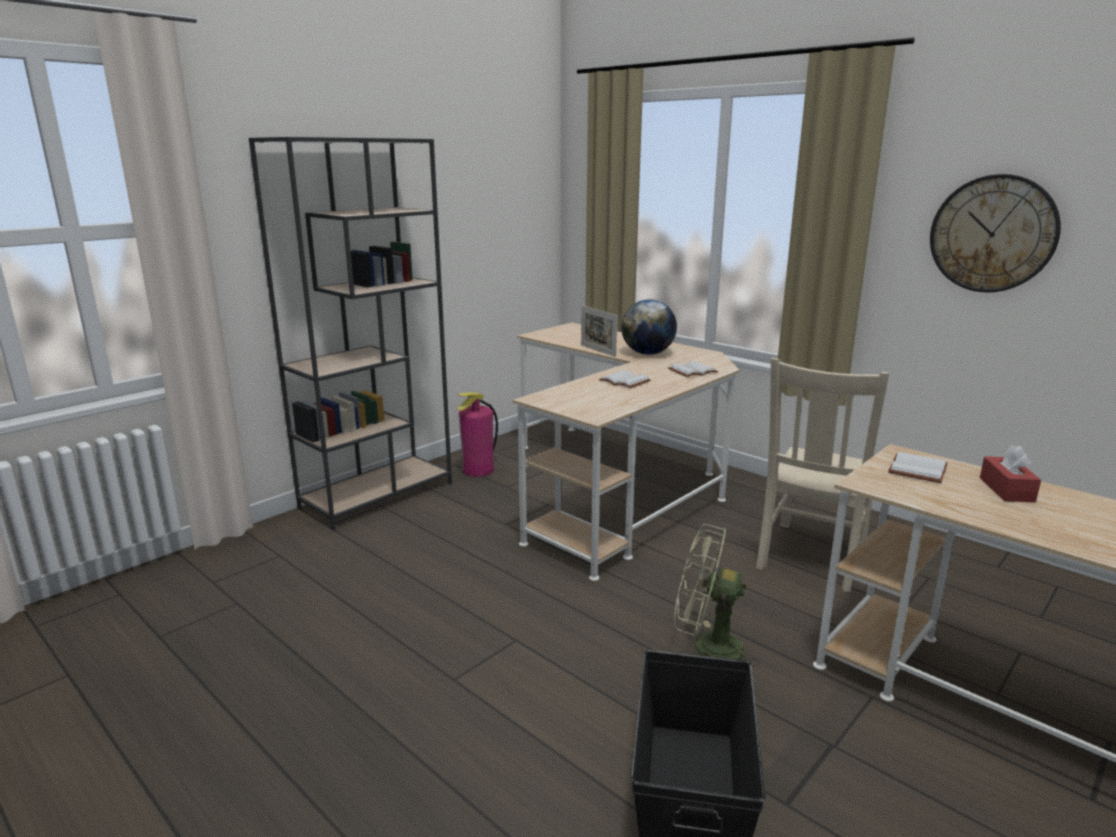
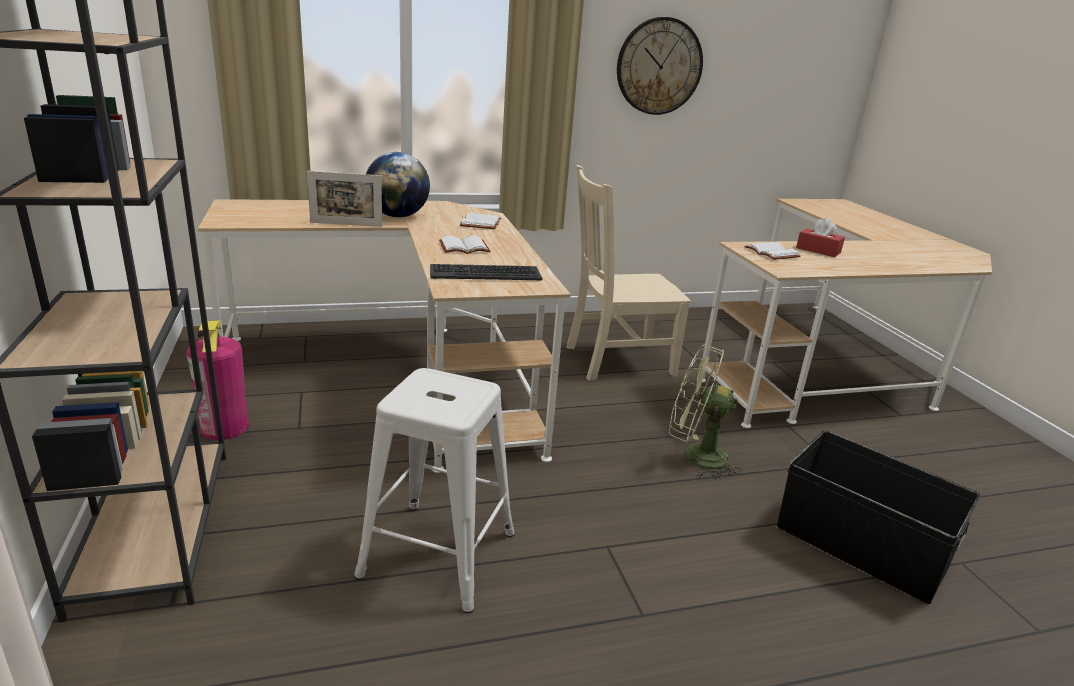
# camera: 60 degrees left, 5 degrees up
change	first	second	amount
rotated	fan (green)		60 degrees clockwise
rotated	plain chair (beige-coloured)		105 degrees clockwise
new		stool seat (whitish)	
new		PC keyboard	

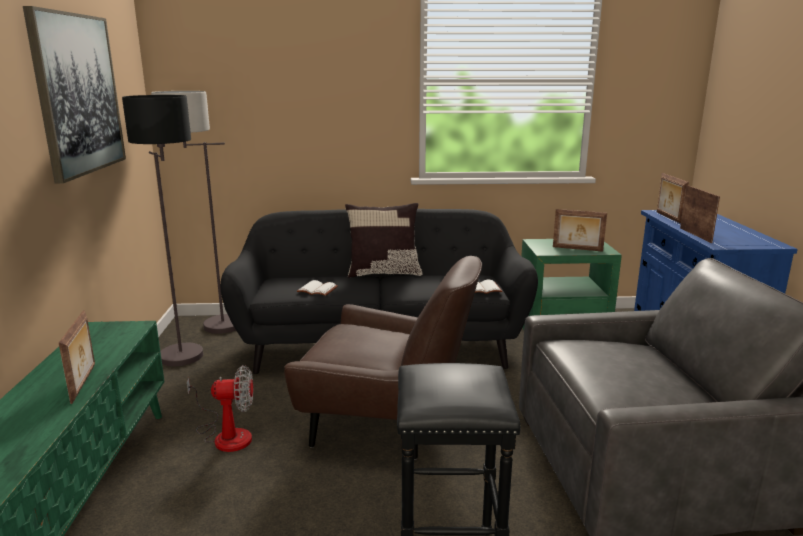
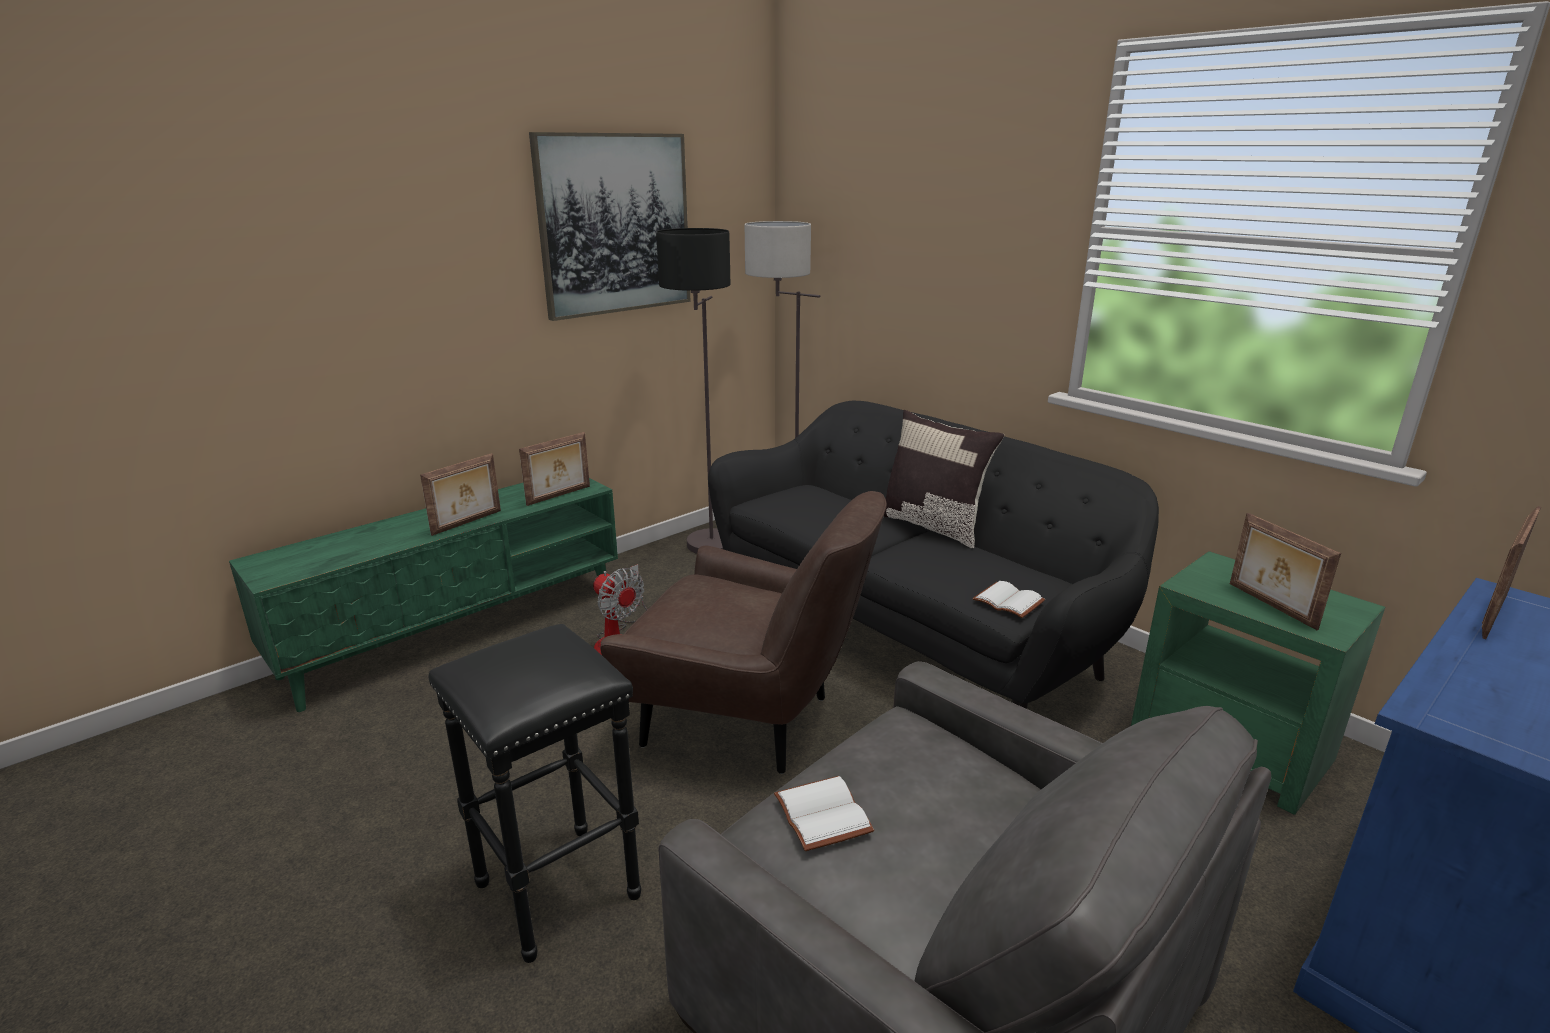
# camera: 50 degrees right, 5 degrees up
change	first	second	amount
rotated	easy chair (brown-coloured)		45 degrees counterclockwise
shifted	volume (whitish) (no. 1 from left)		
shifted	standing frame (no. 4 from left in the first image)	standing frame (no. 2 from left)	

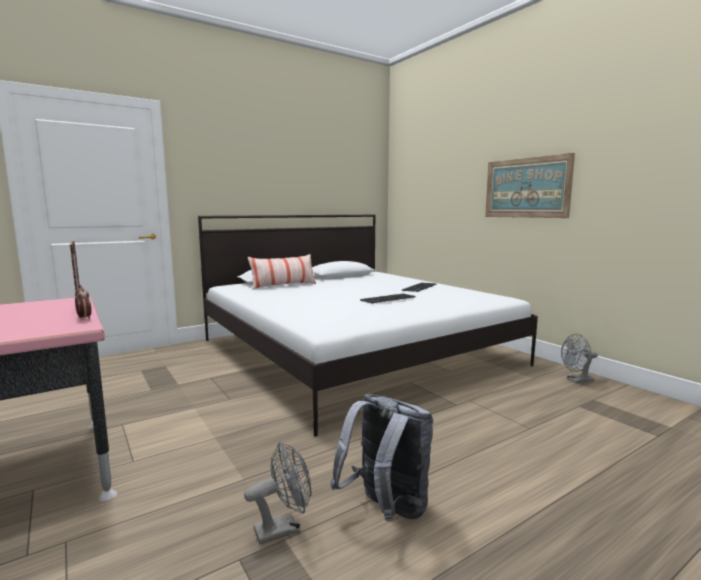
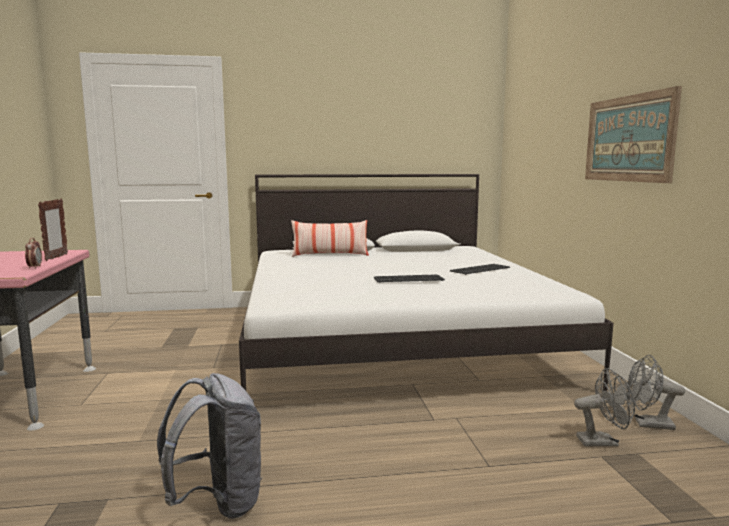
# camera: 25 degrees right, 0 degrees up
change	first	second	amount
shifted	fan (gray) (no. 1 from left)		

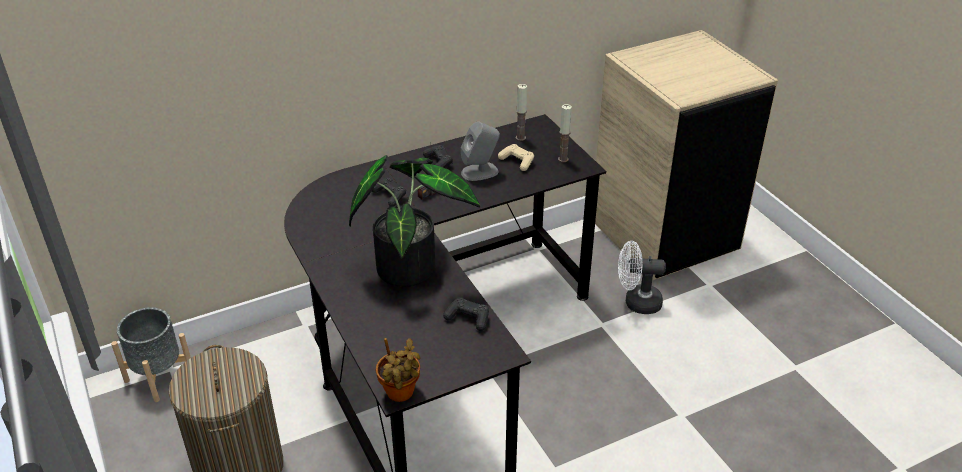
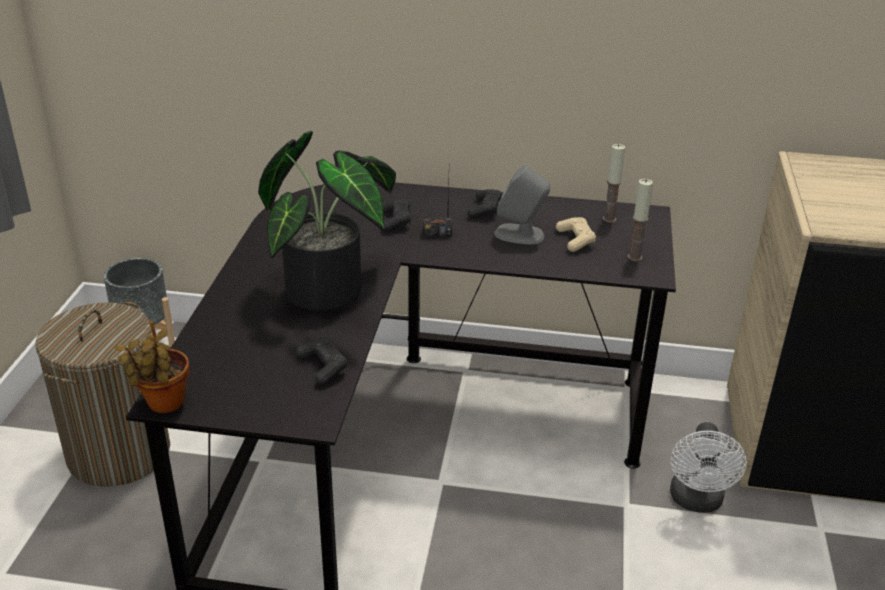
# camera: 35 degrees right, 5 degrees down
change	first	second	amount
rotated	fan (whitish)		120 degrees counterclockwise

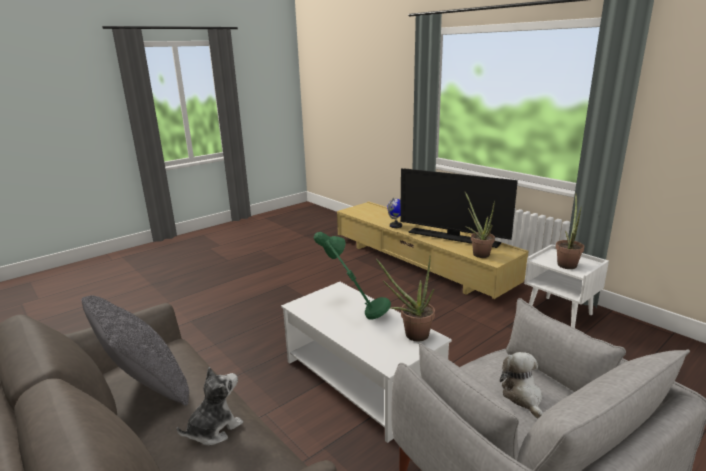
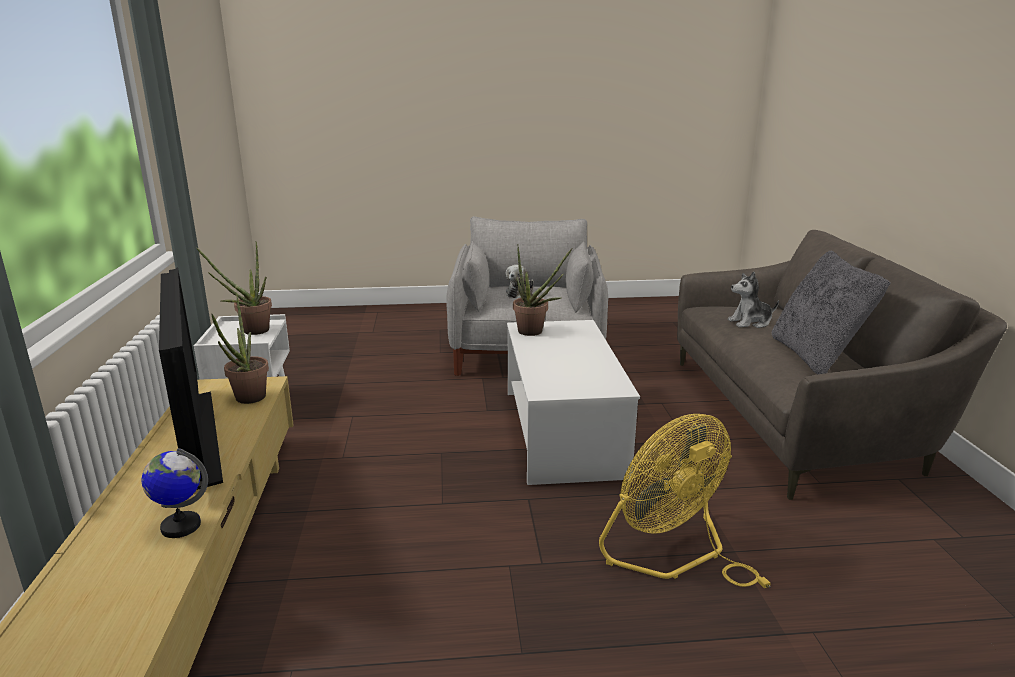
# camera: 145 degrees left, 0 degrees up
change	first	second	amount
gone	table lamp (green)		
new		fan (yellow)	

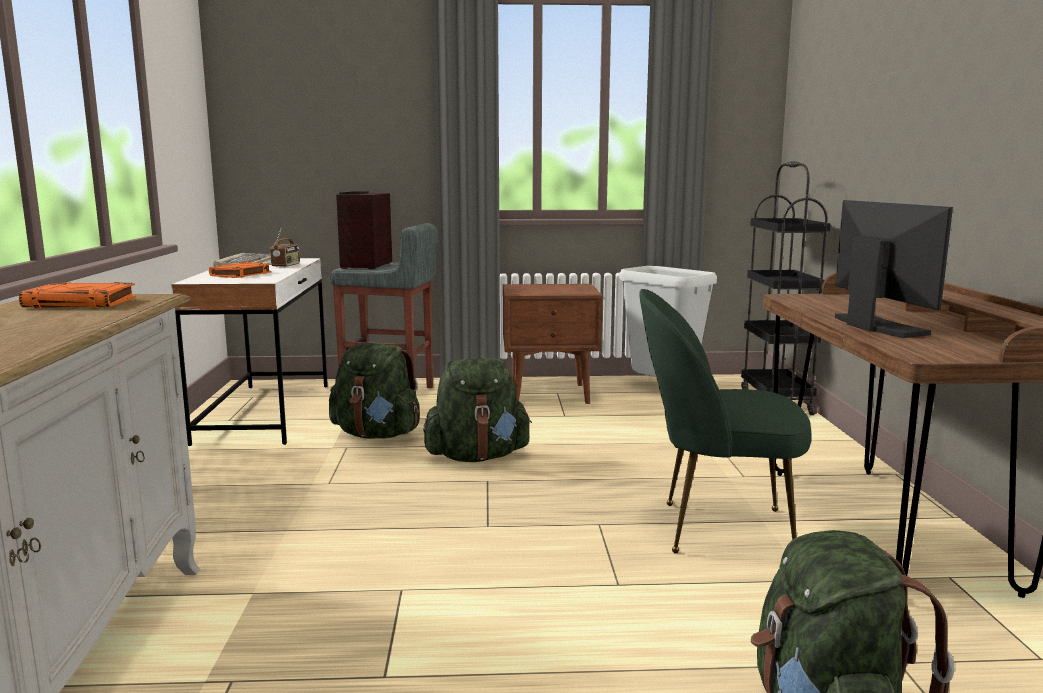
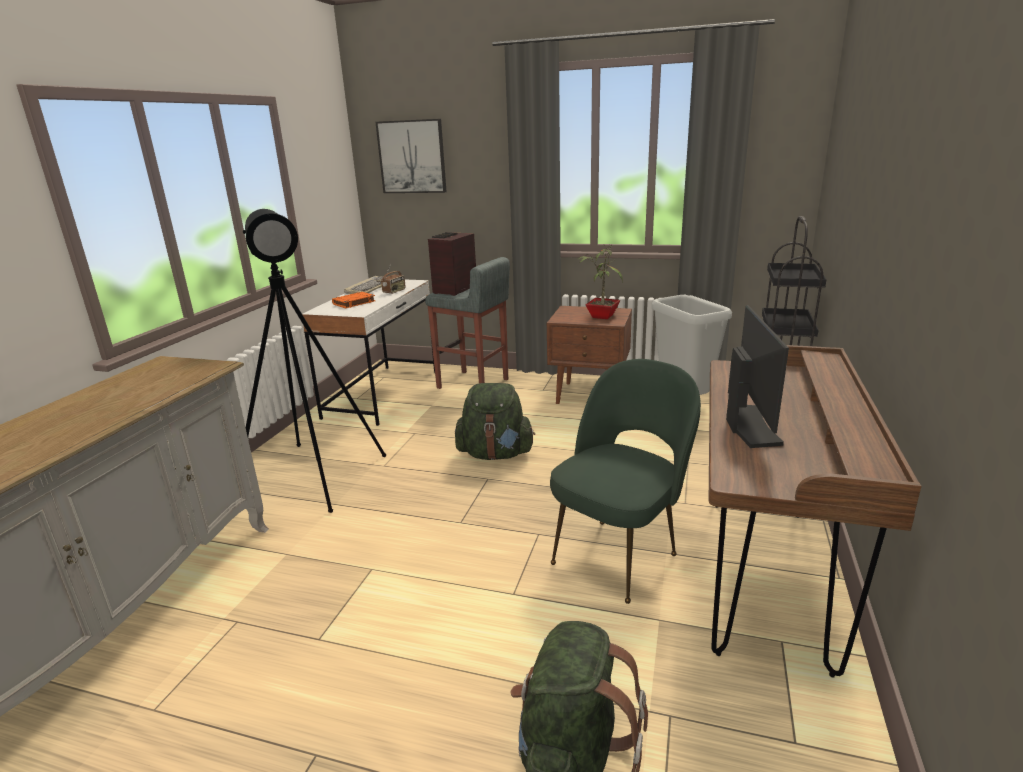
# camera: 20 degrees right, 10 degrees up
change	first	second	amount
gone	volume (orangey) (no. 1 from left)		
gone	rucksack (green) (no. 1 from left)		
rotated	plain chair (green)		105 degrees clockwise
new		standard lamp (black)	
new		picture	
new		houseplant	

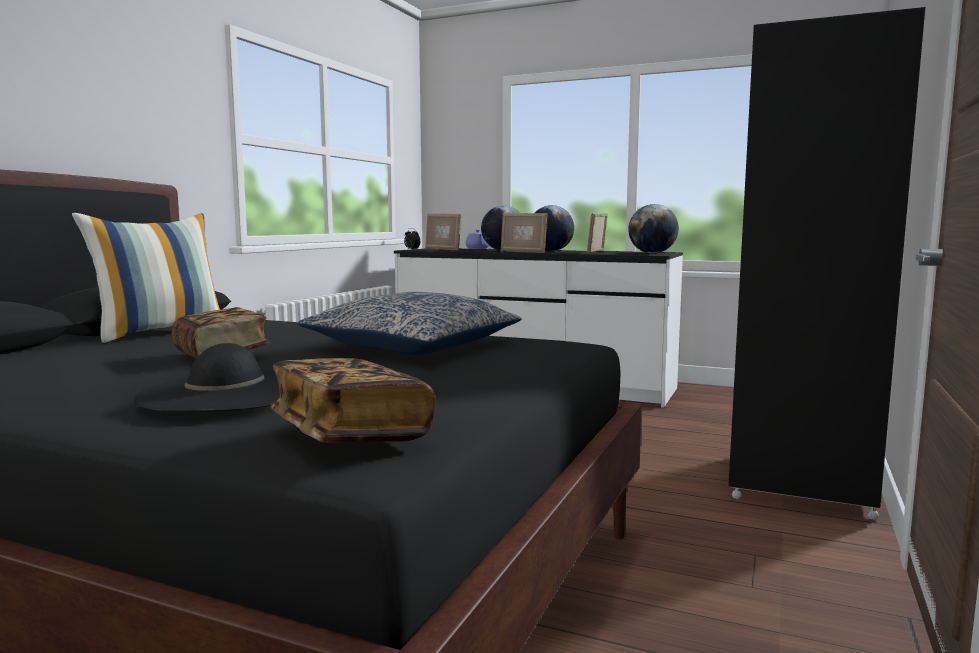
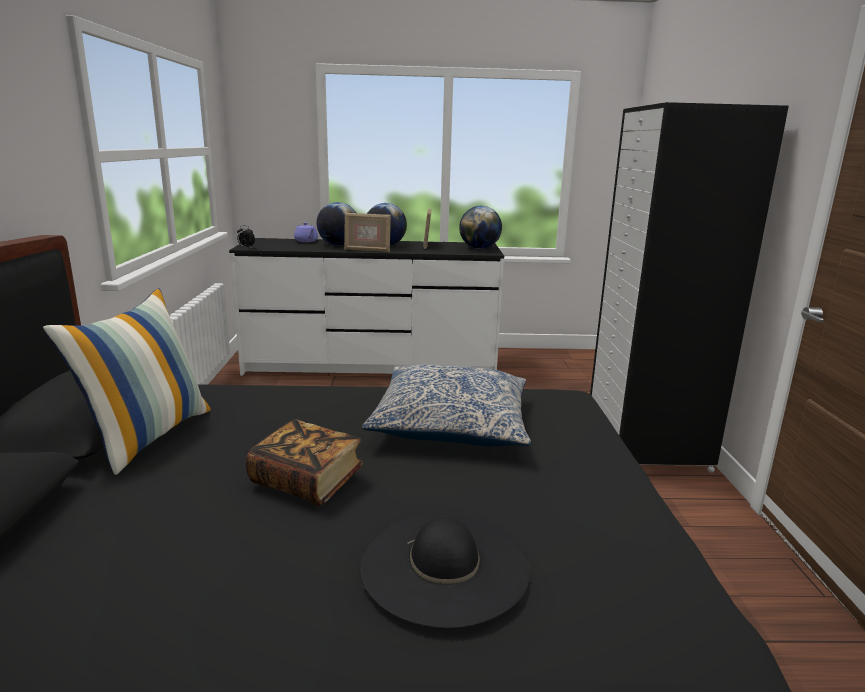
# camera: 25 degrees left, 10 degrees up
change	first	second	amount
gone	volume (no. 2 from left)		
gone	standing frame (no. 1 from left)		

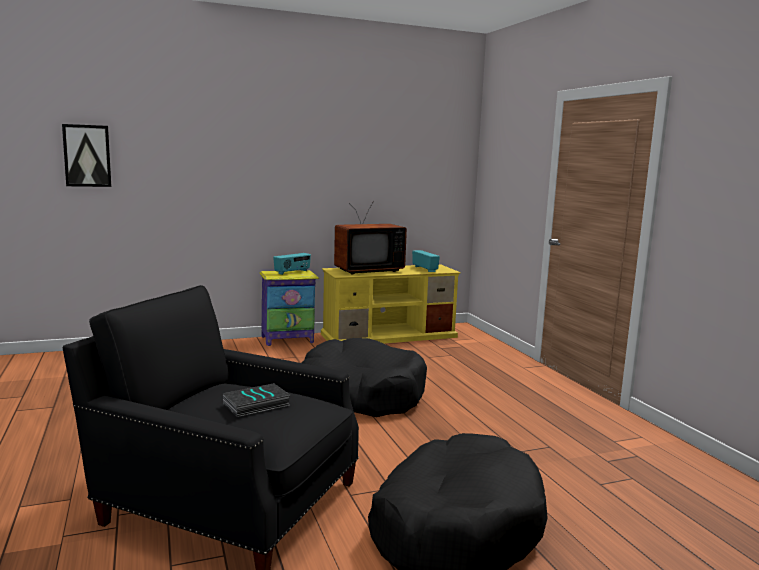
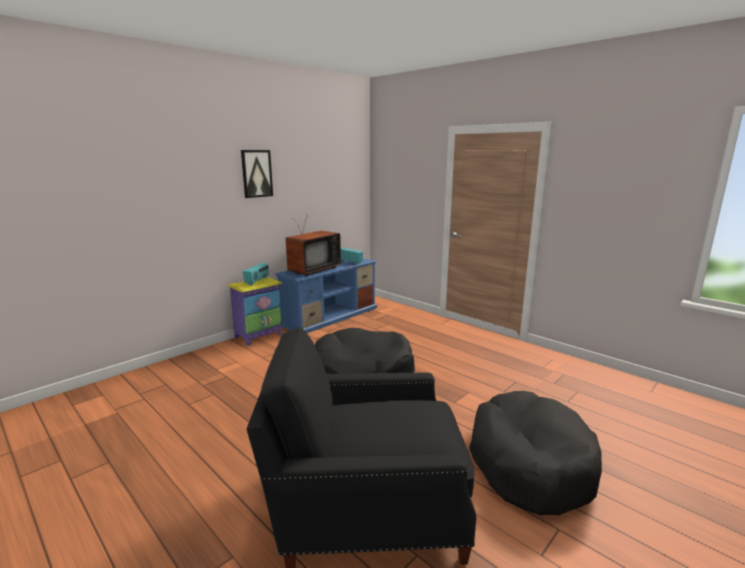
# camera: 25 degrees left, 5 degrees up
change	first	second	amount
shifted	picture		
gone	volume		
repainted	tv stand (yellow)	tv stand (bluish)	

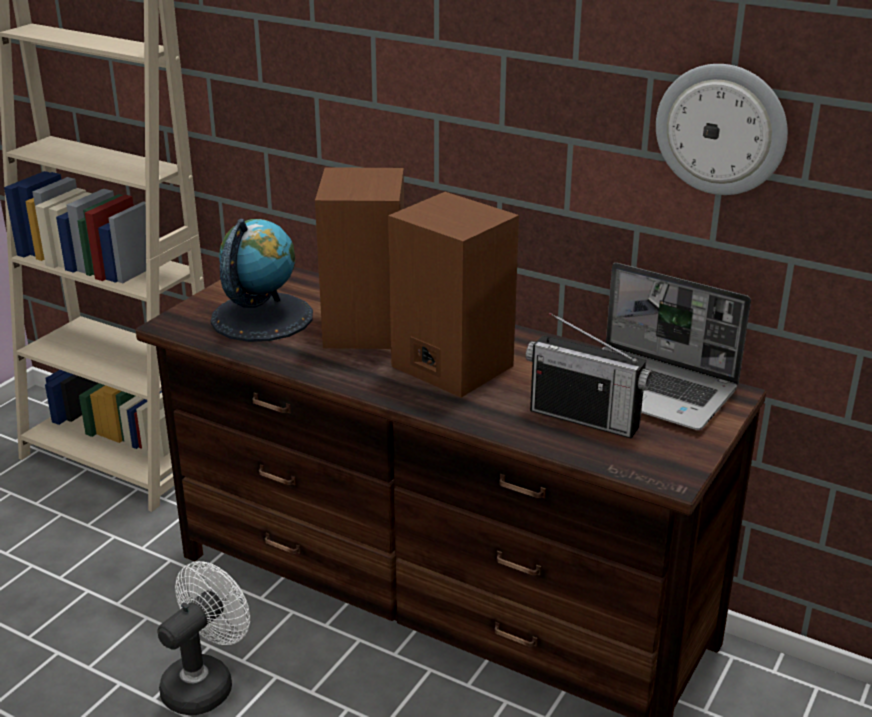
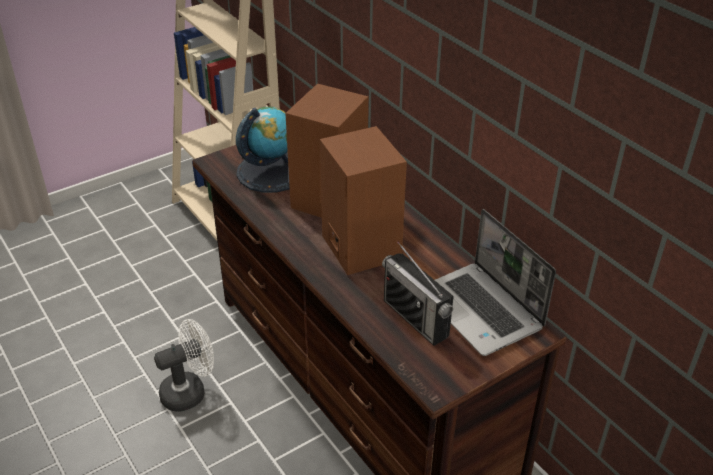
# camera: 25 degrees right, 10 degrees up
change	first	second	amount
gone	clock on the wall		

